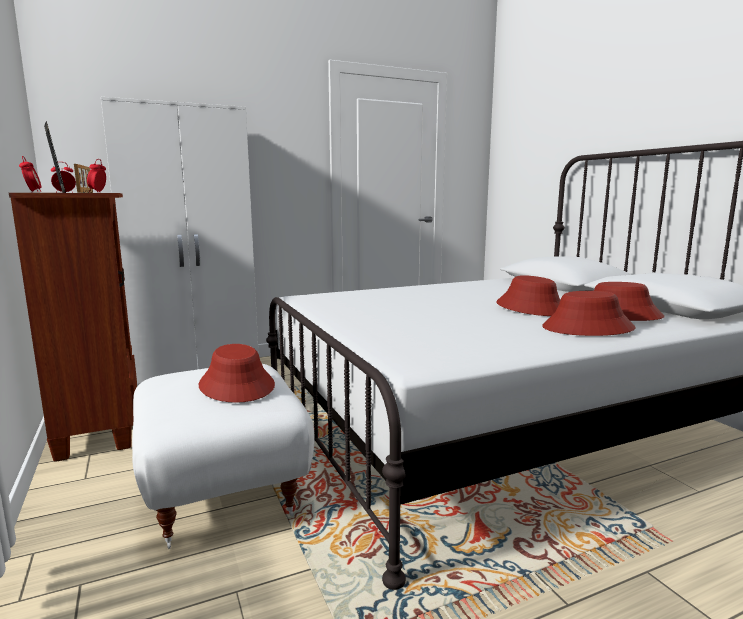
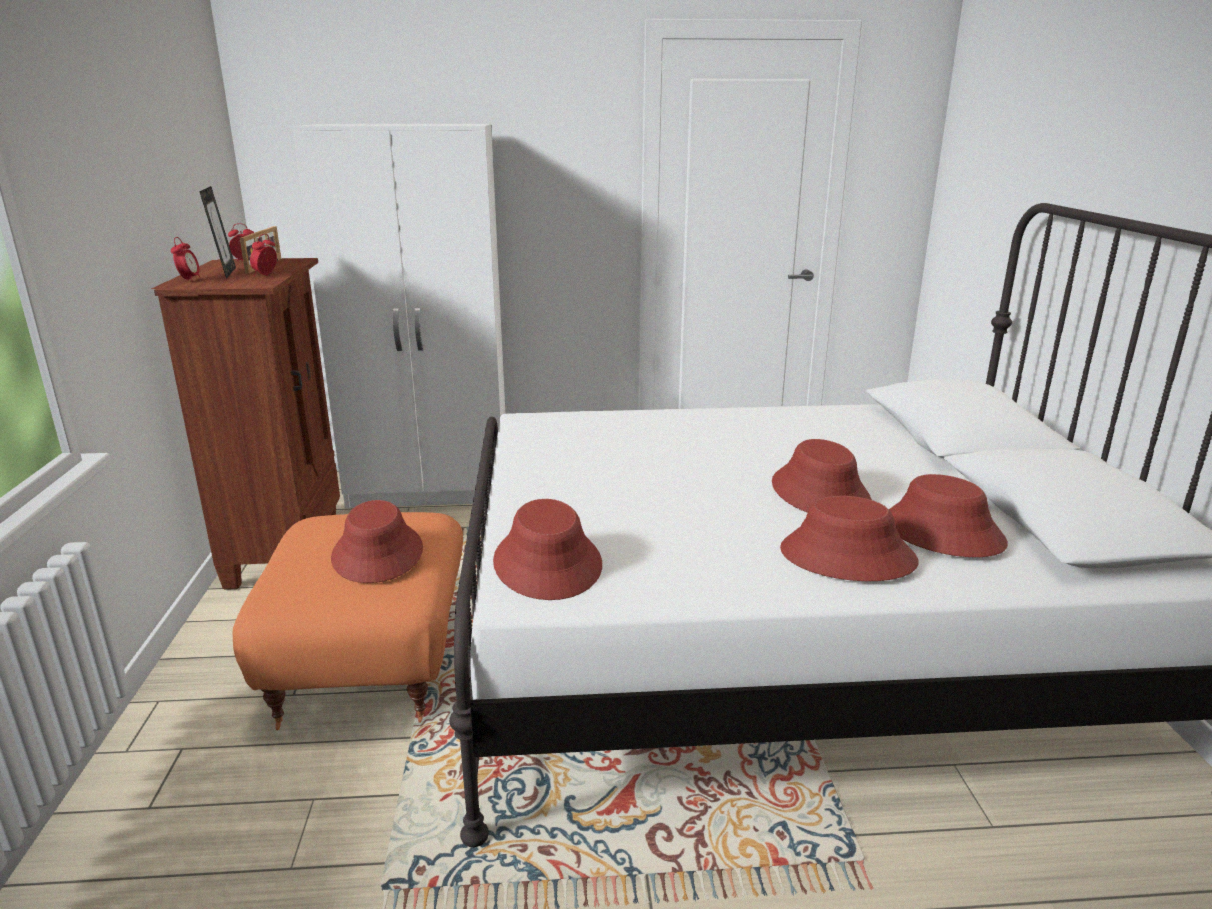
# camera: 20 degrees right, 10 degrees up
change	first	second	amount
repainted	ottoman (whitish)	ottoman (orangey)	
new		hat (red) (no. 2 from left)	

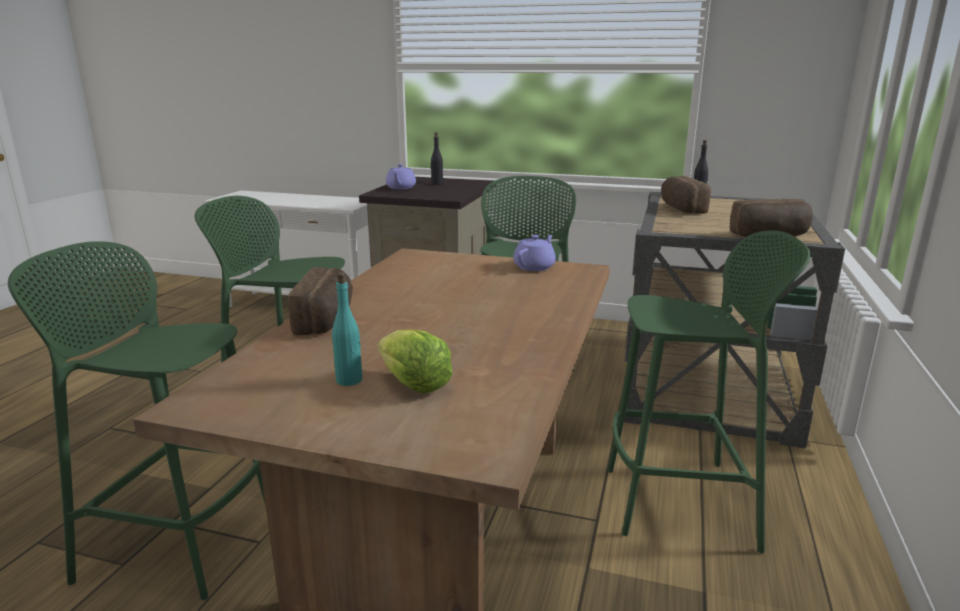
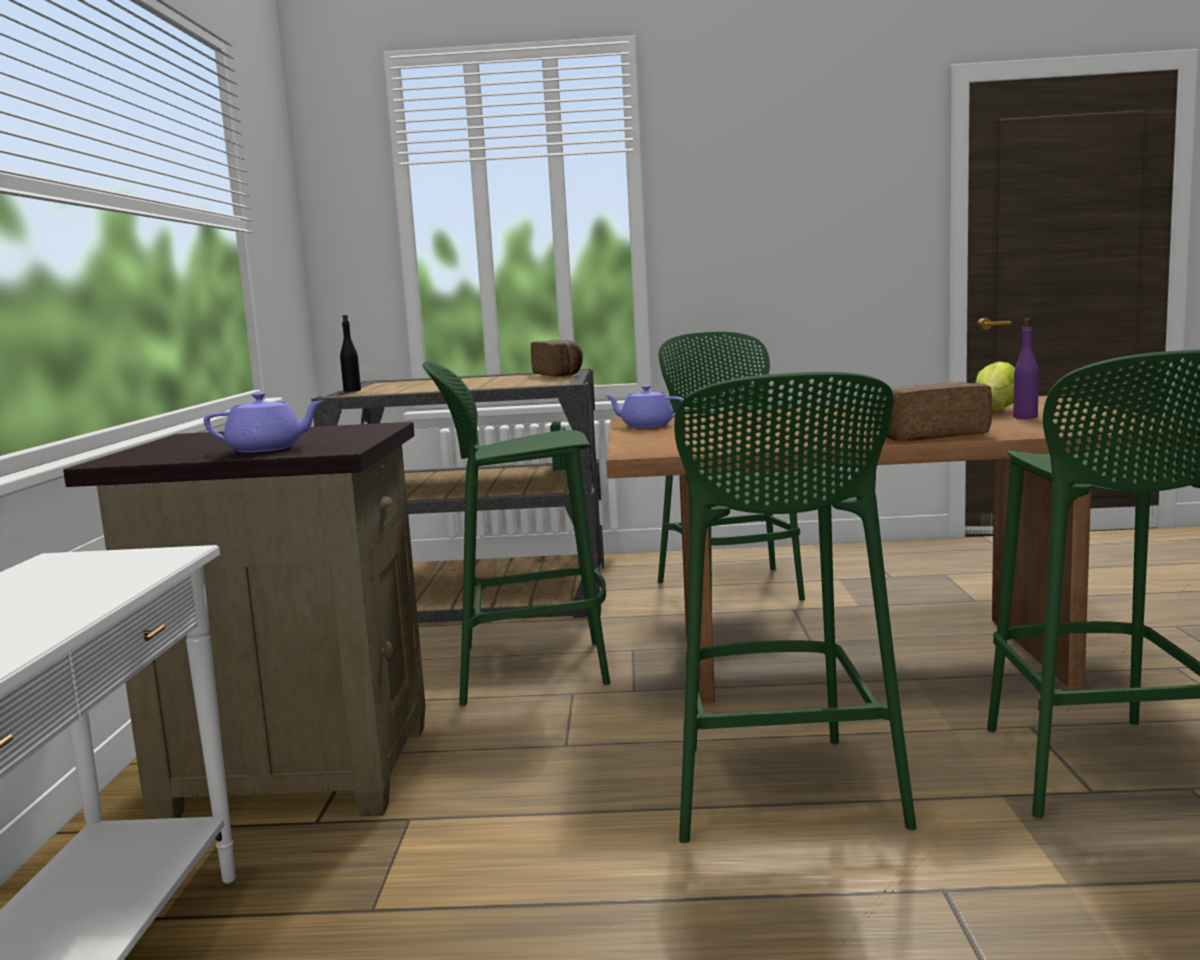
# camera: 105 degrees left, 10 degrees down
change	first	second	amount
repainted	bottle (blue-green)	bottle (purplish)	
gone	bottle (black) (no. 1 from left)		
gone	bakery bread (no. 2 from left)		

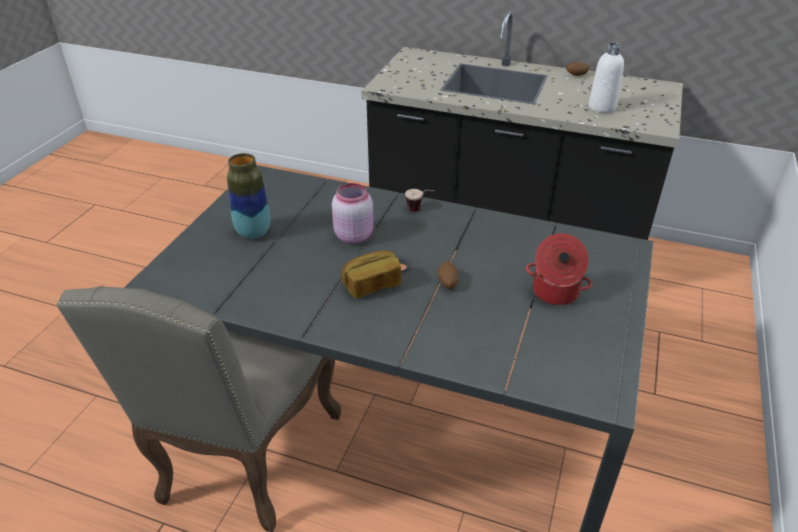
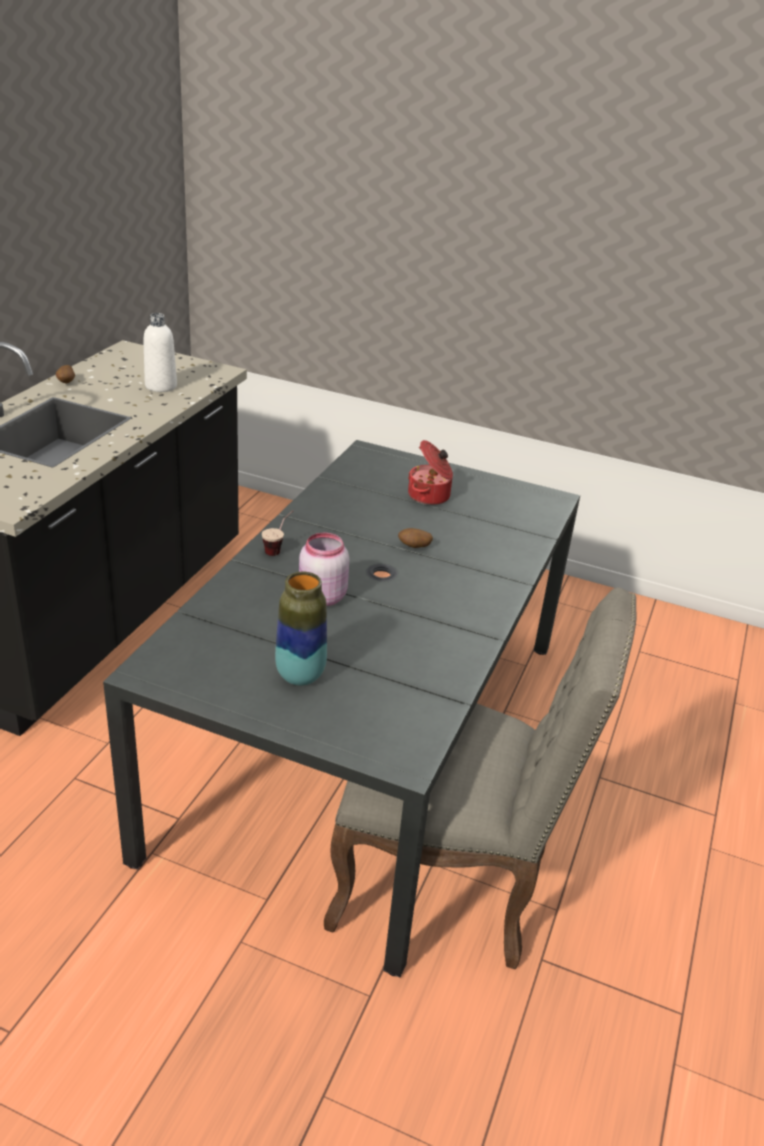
# camera: 90 degrees left, 5 degrees down
change	first	second	amount
gone	bakery bread		

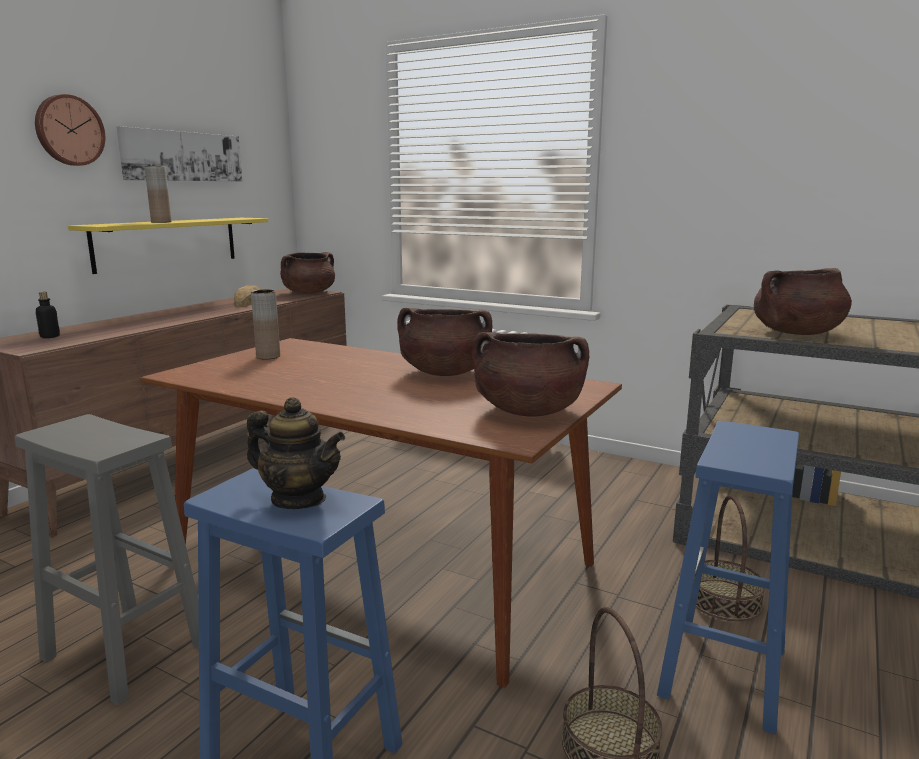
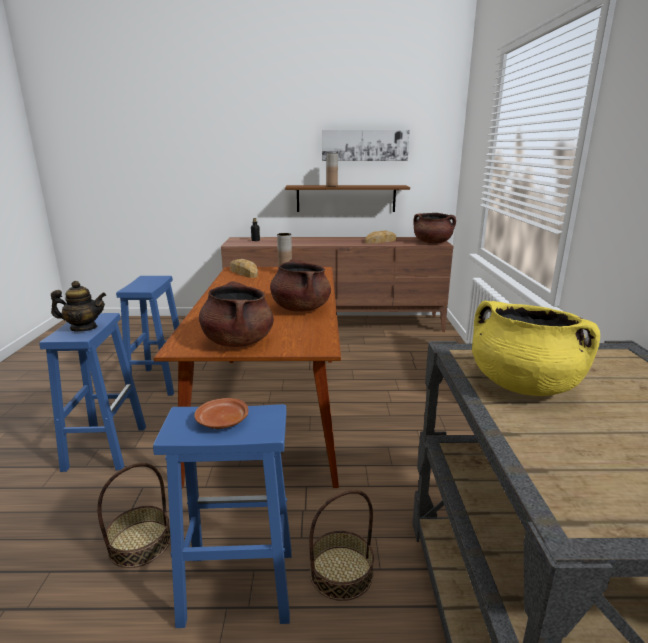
# camera: 60 degrees right, 5 degrees up
change	first	second	amount
repainted	stool seat (gray)	stool seat (bluish) (no. 2 from left)	
gone	clock on the wall		
repainted	wall shelf (yellow)	wall shelf (brown-coloured)	
rotated	tea pot		90 degrees counterclockwise
repainted	saucepot (brown-coloured) (no. 4 from left)	saucepot (yellow)	
new		dinner plate (brown-coloured)	
new		bakery bread (no. 1 from left)	

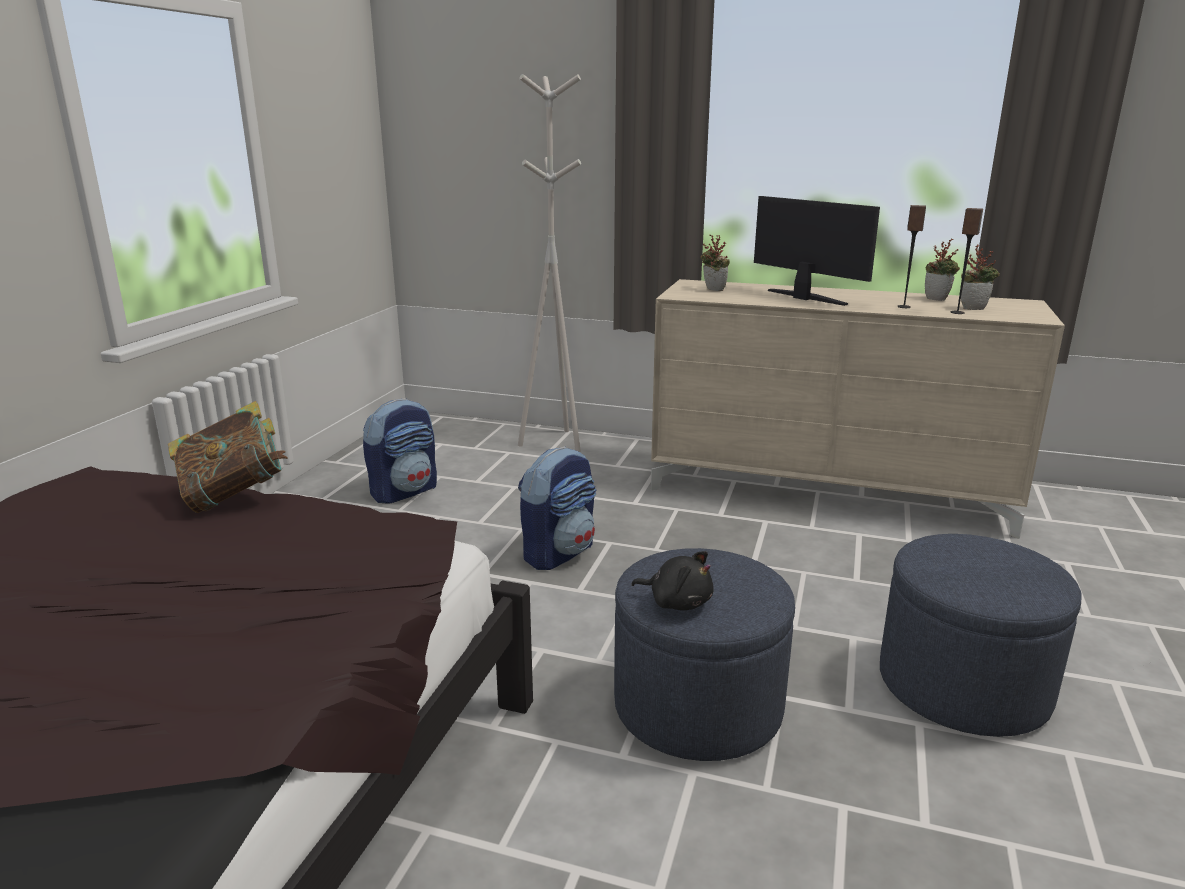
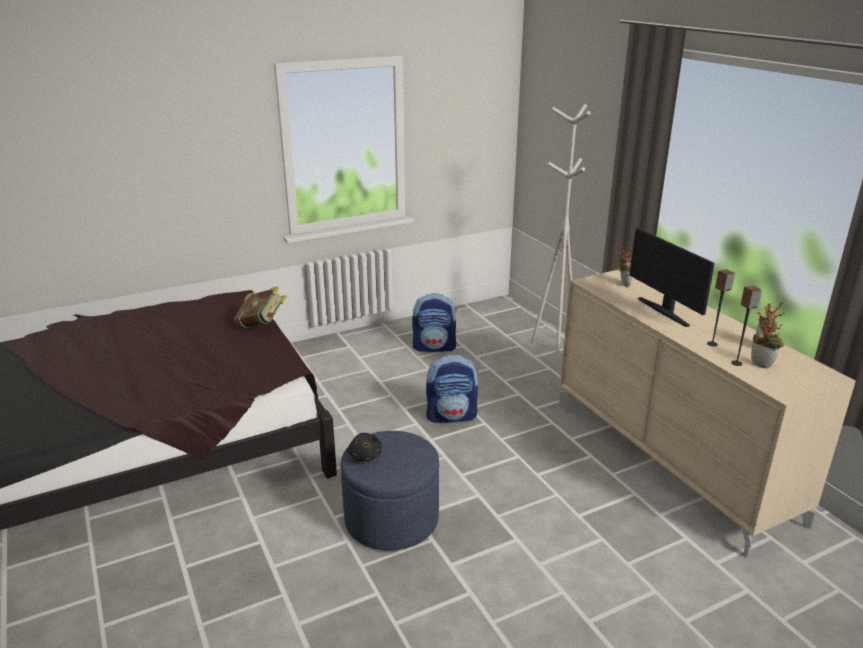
# camera: 45 degrees right, 5 degrees up
change	first	second	amount
rotated	computer display		150 degrees clockwise
gone	ottoman (bluish) (no. 2 from left)		

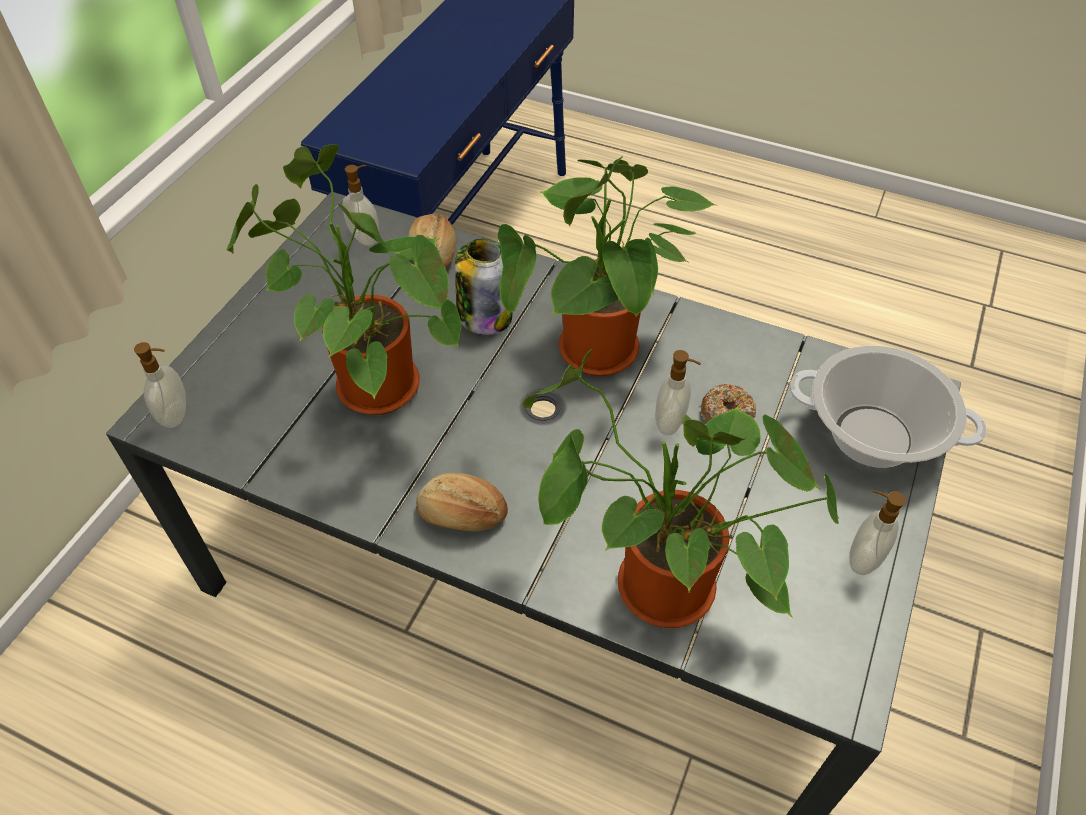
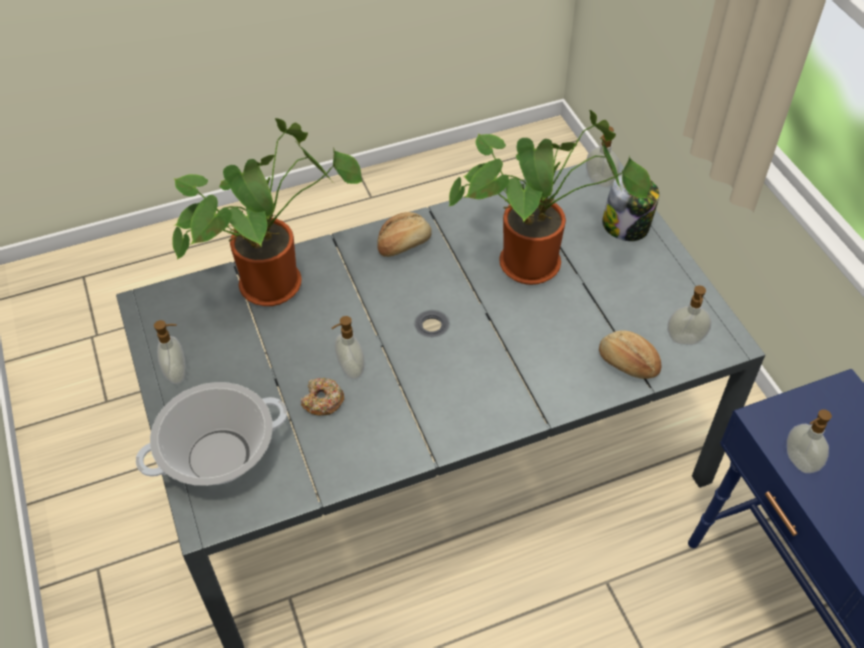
# camera: 135 degrees right, 0 degrees up
change	first	second	amount
shifted	jar		
gone	houseplant (no. 2 from left)		
new		liquid soap bottle (no. 5 from left)	

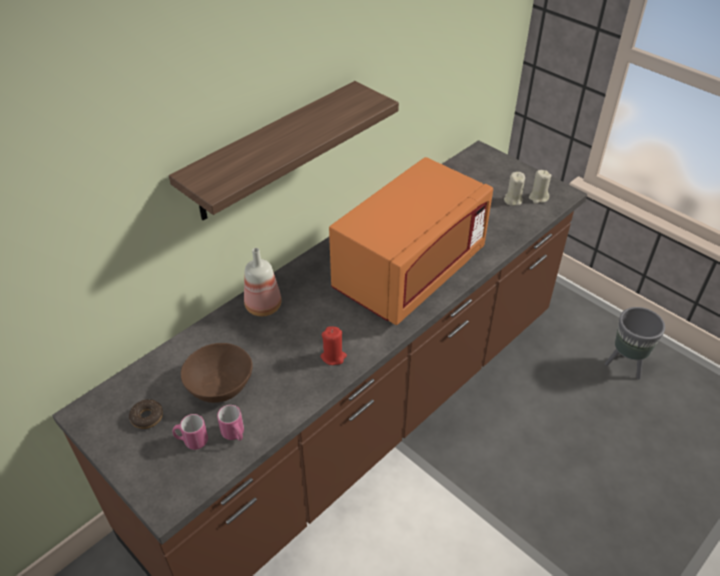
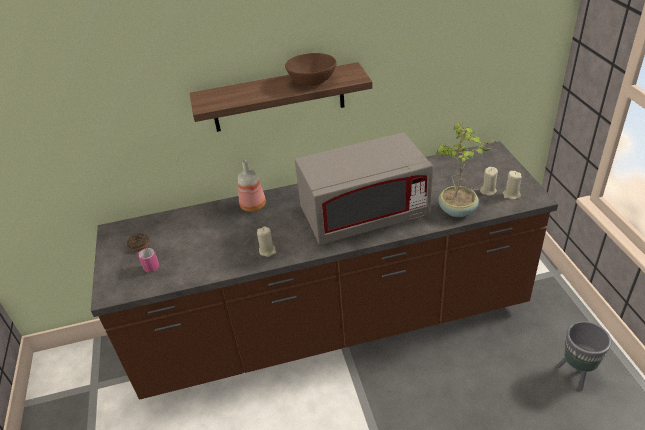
# camera: 35 degrees right, 5 degrees down
change	first	second	amount
shifted	bowl (brown-coloured)		
gone	mug (pinkish) (no. 2 from left)		
repainted	wax light (red)	wax light (beige-coloured) (no. 1 from left)	
repainted	microwave (orangey)	microwave (gray)	
new		houseplant	

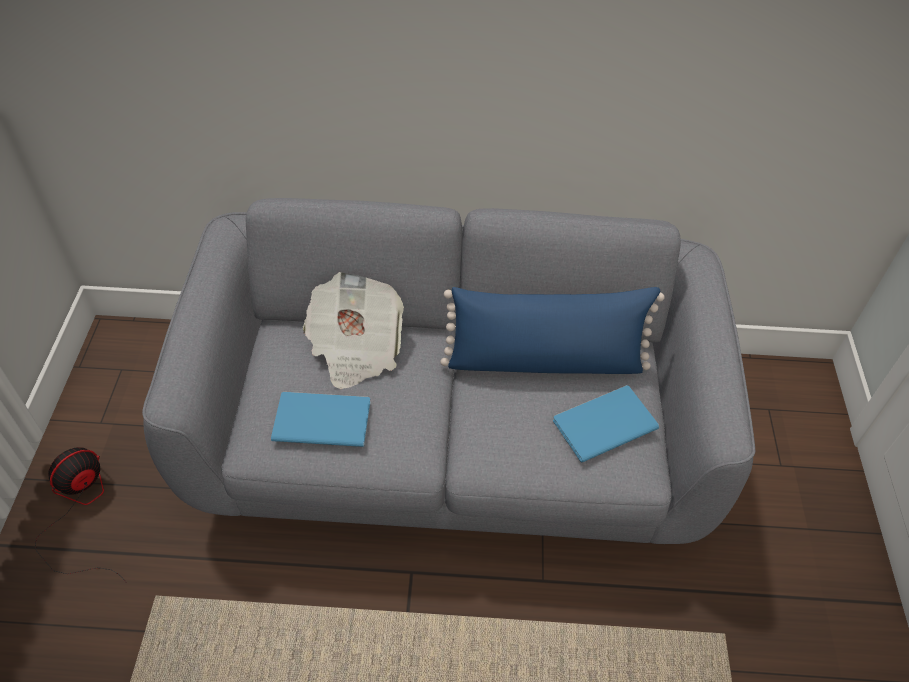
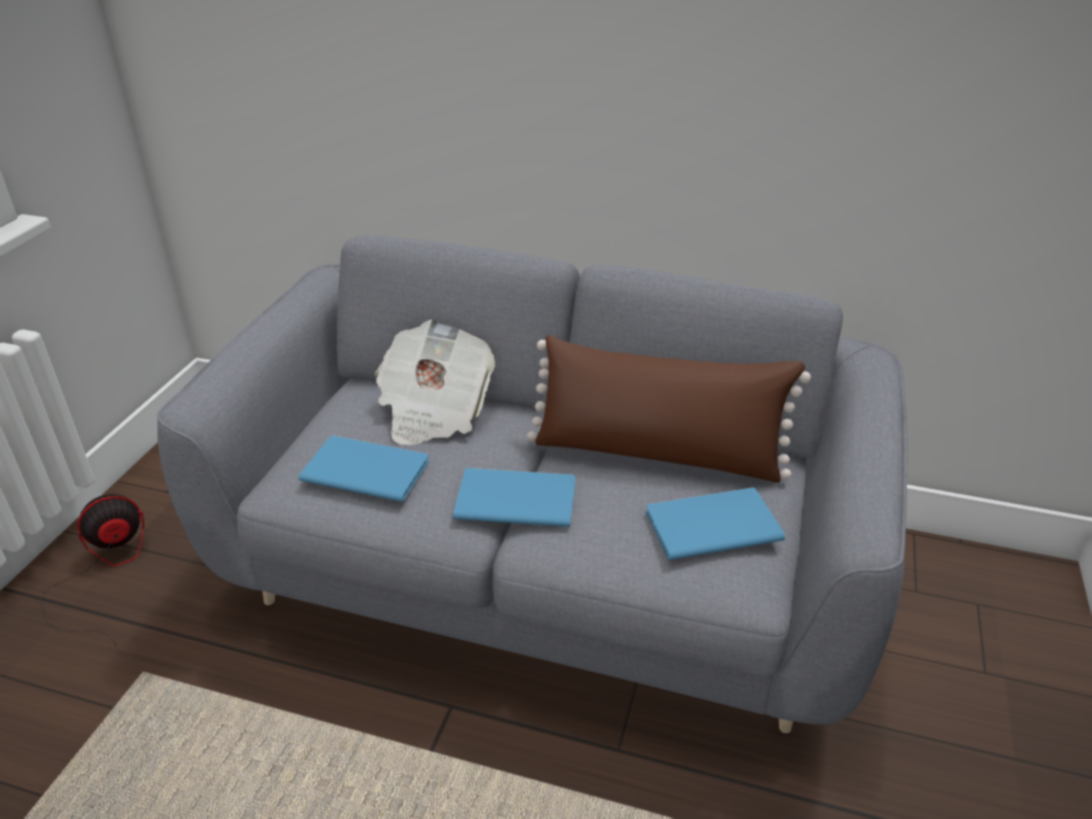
# camera: 15 degrees right, 15 degrees down
change	first	second	amount
repainted	cushion (bluish)	cushion (brown-coloured)	
new		volume (bluish) (no. 2 from left)	

